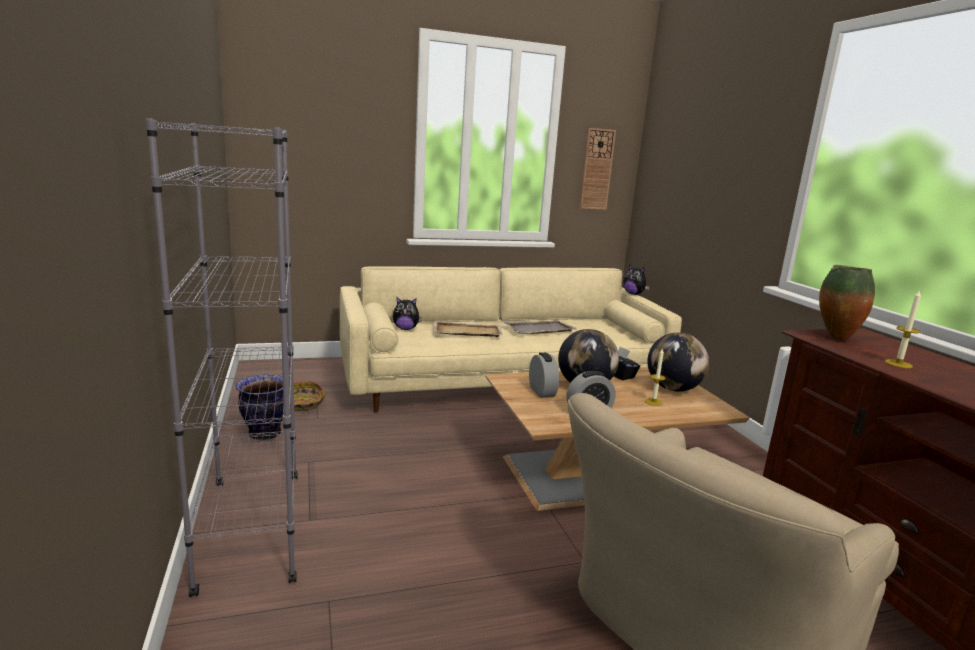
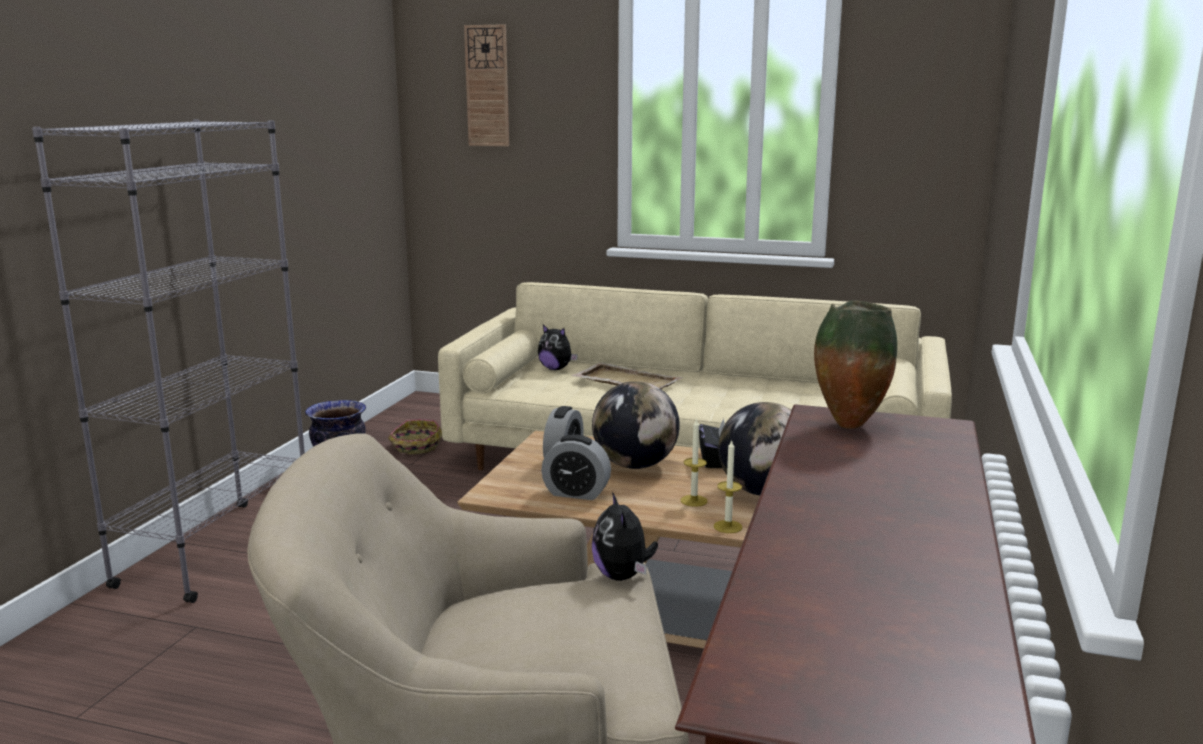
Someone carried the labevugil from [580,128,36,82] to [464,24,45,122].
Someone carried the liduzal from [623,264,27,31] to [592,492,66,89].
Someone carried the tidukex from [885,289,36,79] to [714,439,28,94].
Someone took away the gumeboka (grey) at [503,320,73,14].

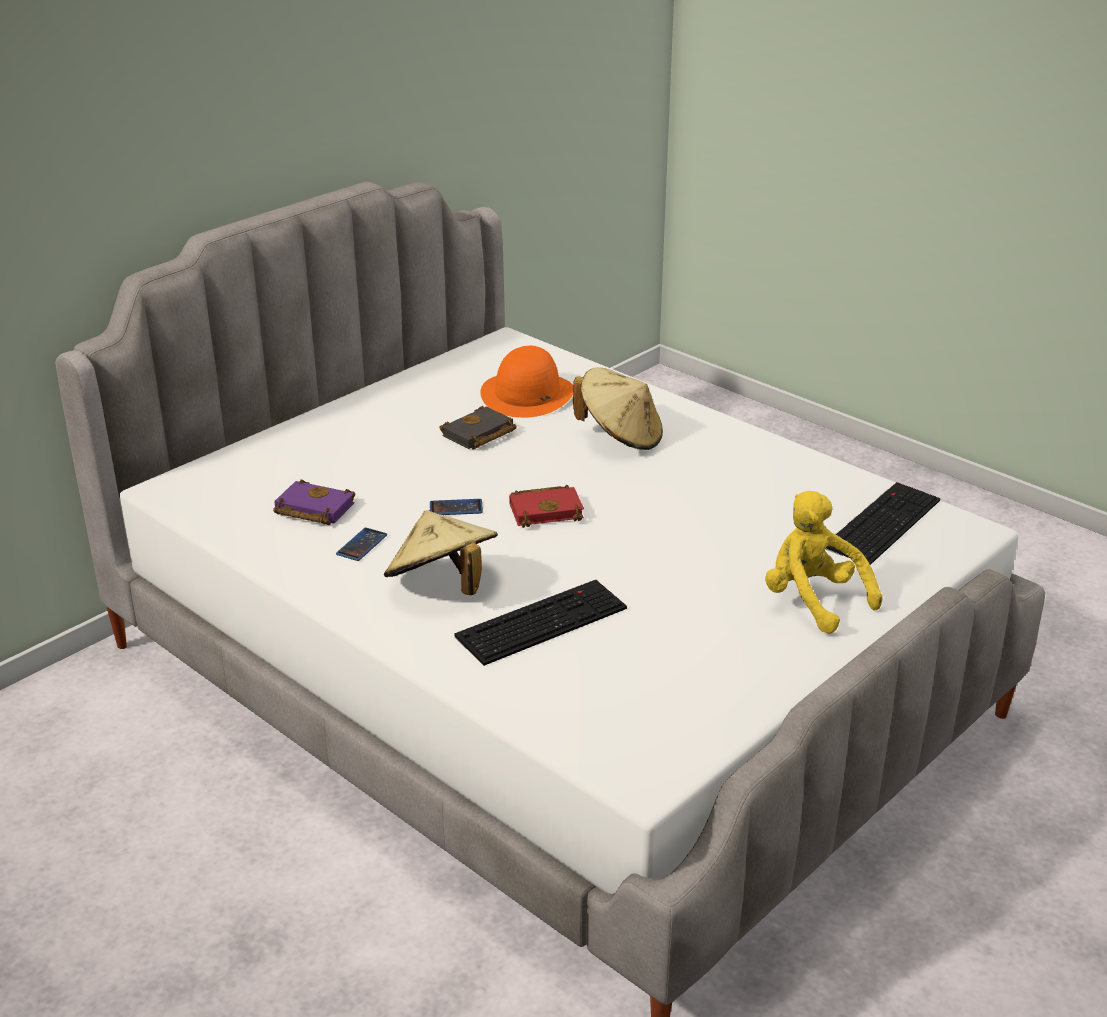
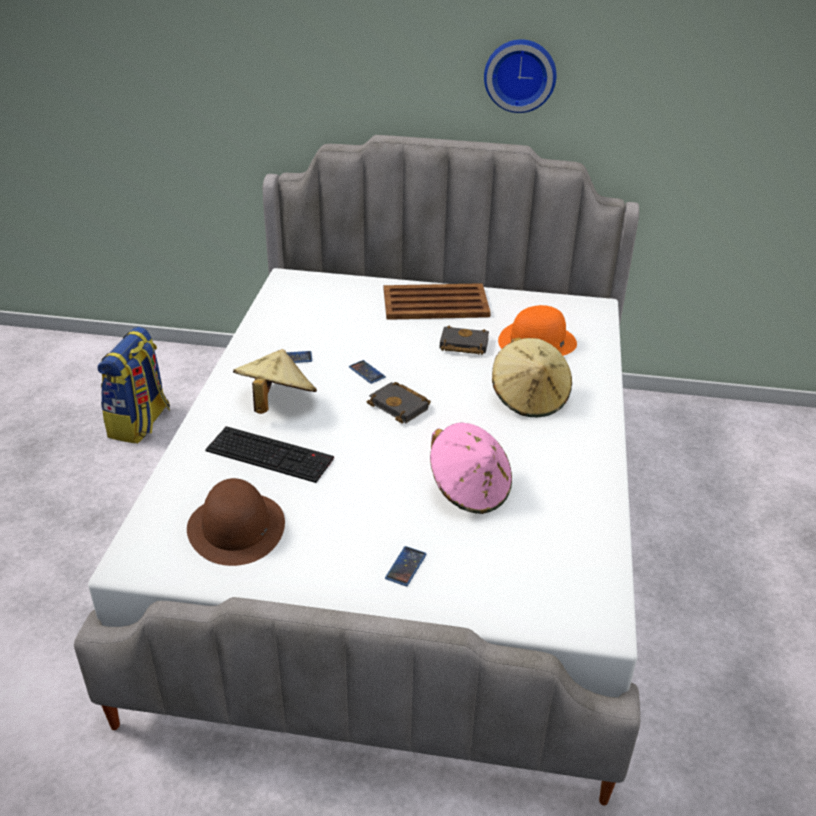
Someone put down the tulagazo at [97,327,73,117].
Someone put down the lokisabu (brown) at [187,478,98,88].
Someone repainted the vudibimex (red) at [509,485,75,43], which became the vudibimex (black) at [367,382,64,41].
Someone put down the gumeboka (brown) at [384,283,107,37].
Someone swapped the liduzal (yellow) at [765,491,118,143] for the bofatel at [385,546,42,40].
Someone put down the lokisabu (pink) at [430,423,82,91].
Someone put up the labevugil at [484,39,72,74].
Someone took away the vudibimex (purple) at [273,480,82,45].
Someone took away the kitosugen at [825,482,115,83].

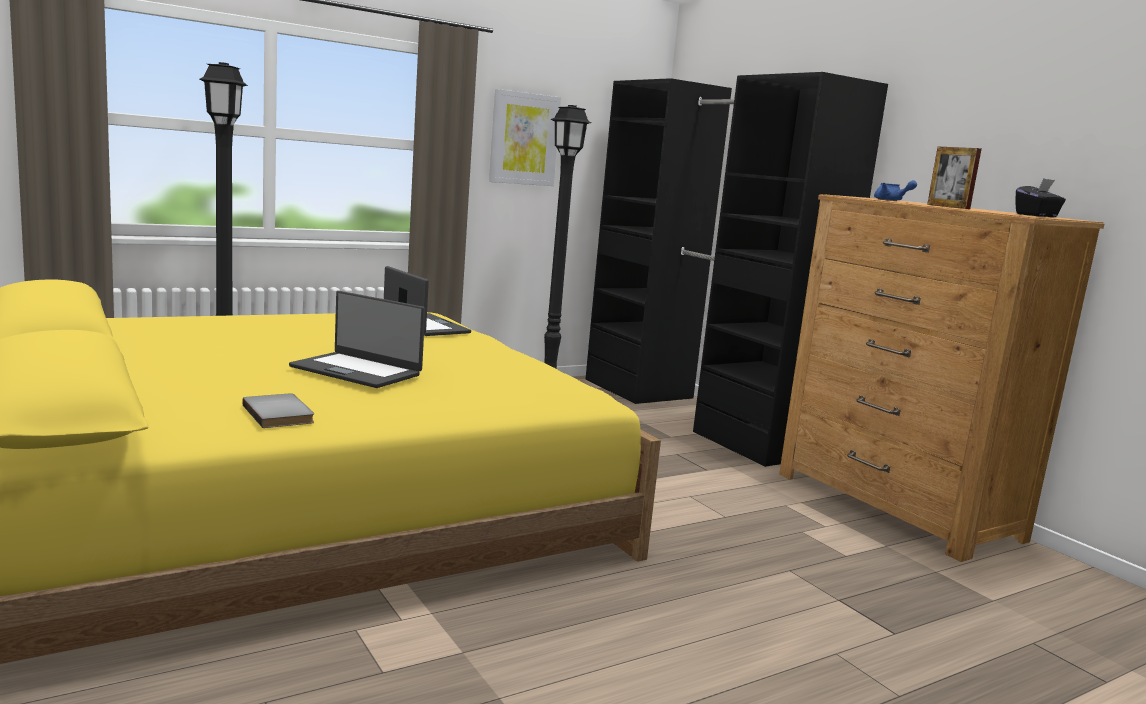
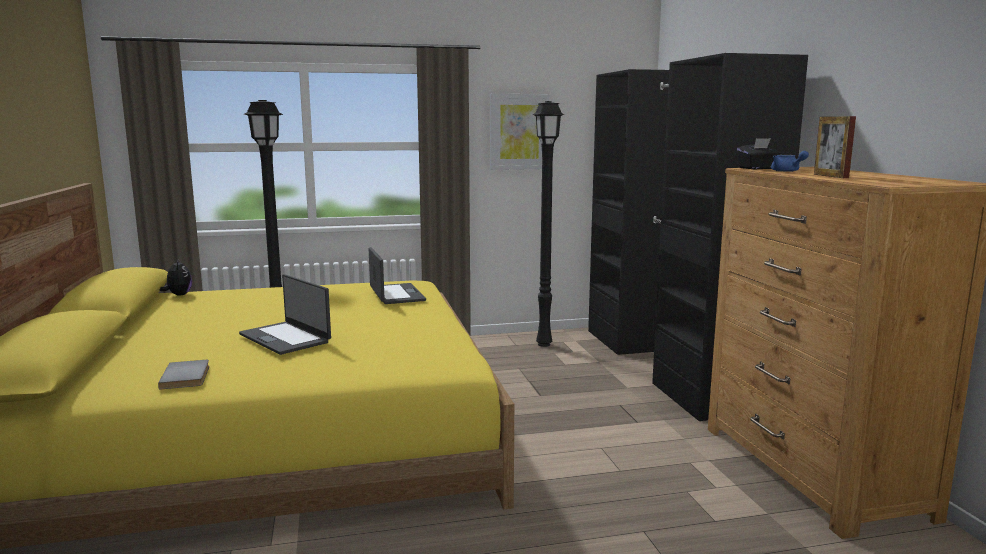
Someone put down the liduzal at [160,258,32,37].
Someone carried the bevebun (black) from [1015,179,51,38] to [737,138,46,31].

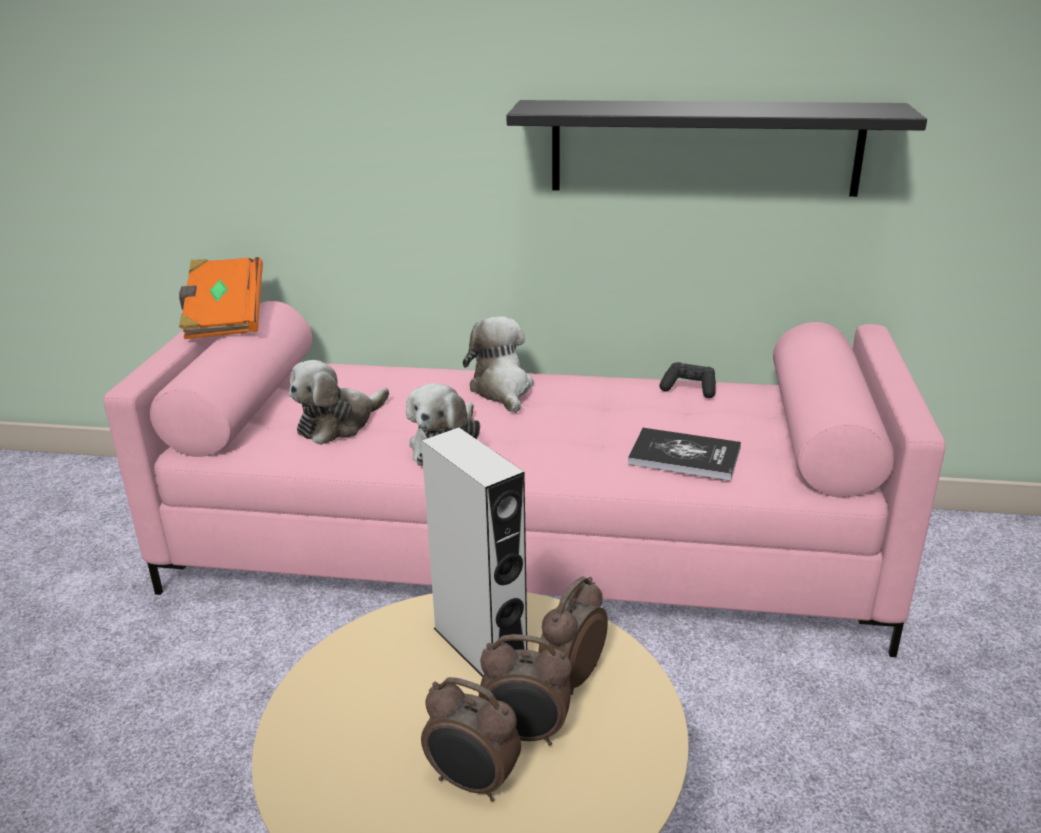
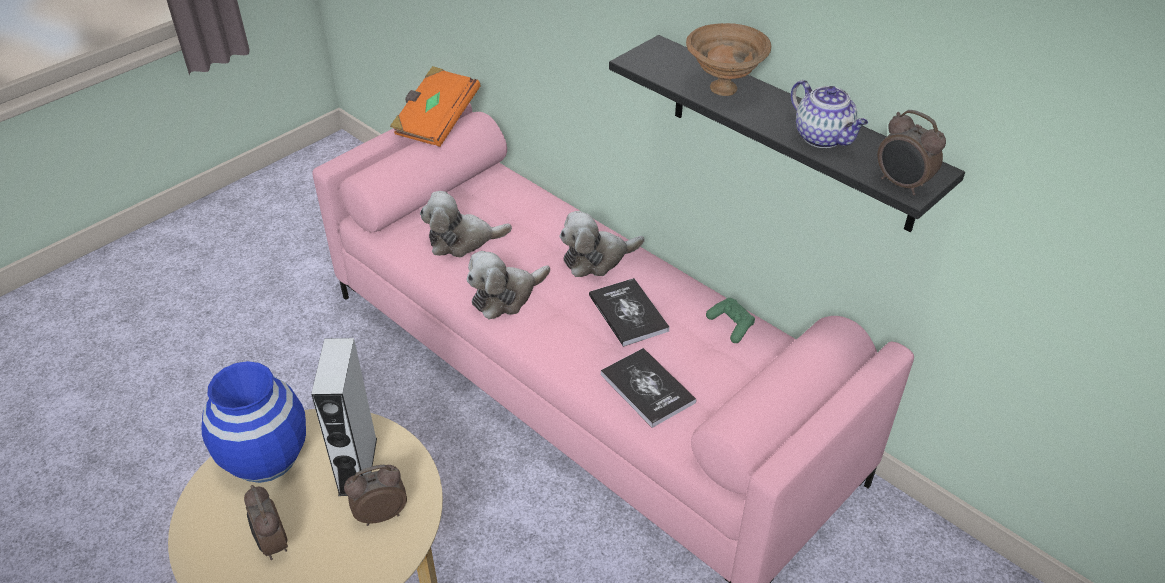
Someone put down the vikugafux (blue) at [201,361,105,122].
Someone rotated the liduzal at [463,317,70,96] by 135 degrees counterclockwise.
Someone put down the vudibimex at [589,278,81,69].
Someone put down the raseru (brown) at [686,23,86,73].
Someone repainted the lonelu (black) at [659,362,57,36], which became the lonelu (green) at [706,298,49,45].
Someone put down the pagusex at [791,80,77,68].
Someone carried the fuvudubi from [479,634,93,112] to [878,110,68,85].

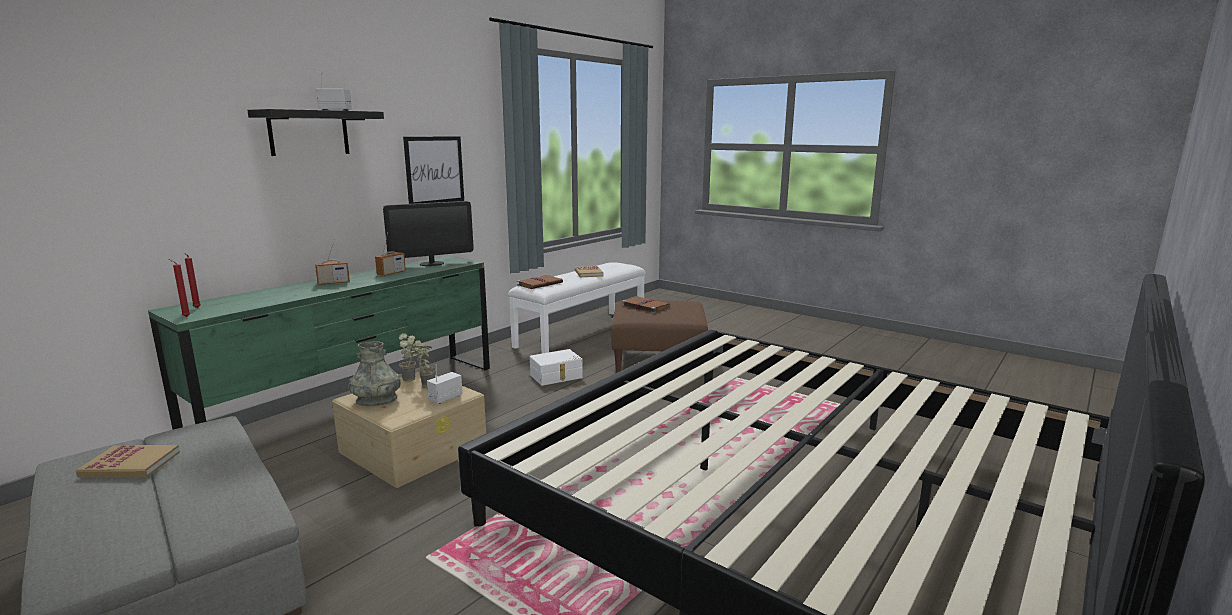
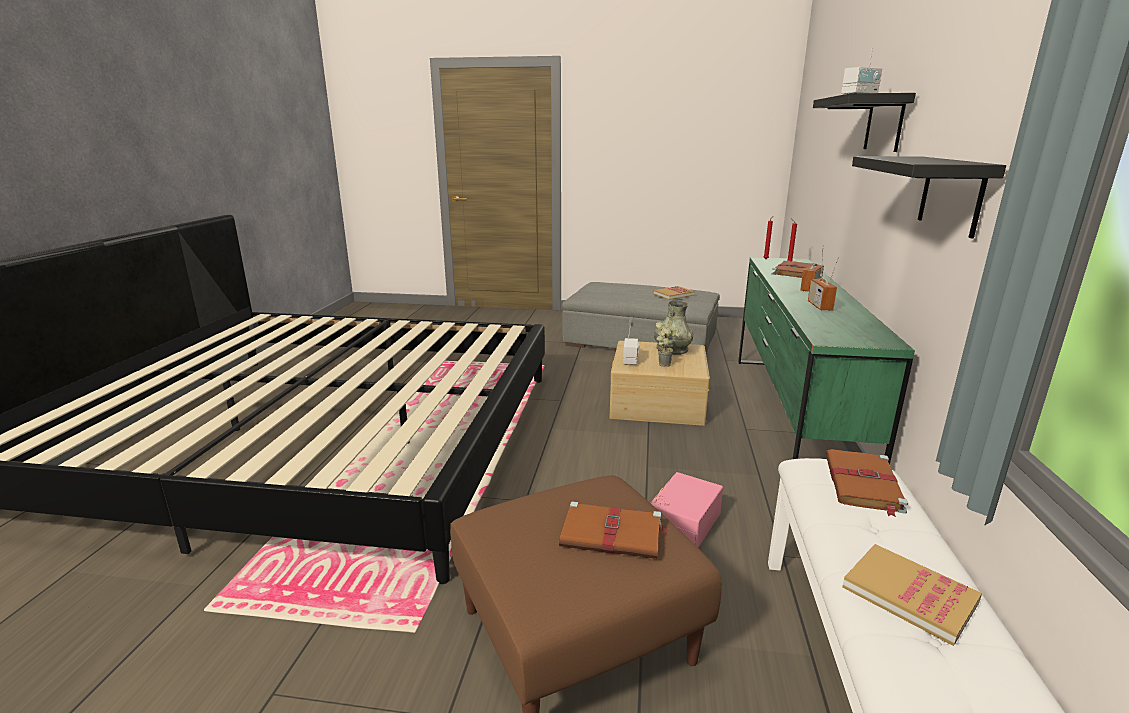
Someone repainted the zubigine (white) at [530,349,53,37], which became the zubigine (pink) at [650,472,73,75].
Someone put down the vudibimex (brown) at [771,260,41,18].
Someone swapped the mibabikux at [403,136,61,68] for the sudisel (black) at [852,156,154,83].
Someone took away the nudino at [383,201,90,65].
Someone took away the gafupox at [399,333,22,49].

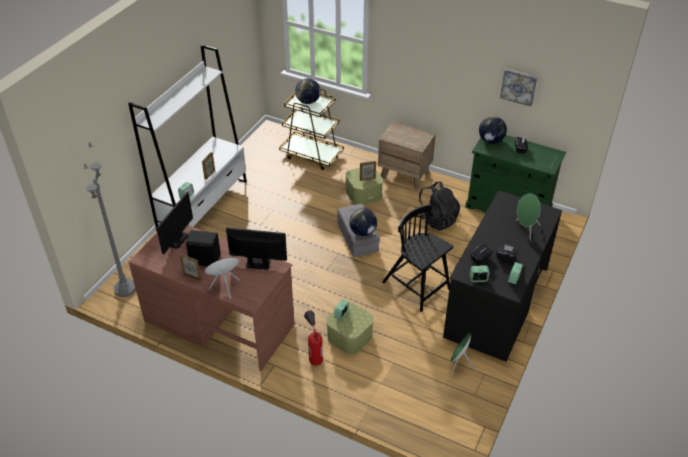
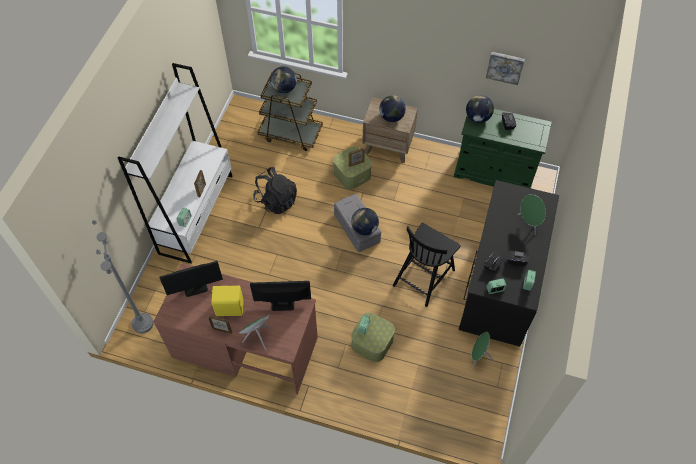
Someone rotated the nudino at [157,192,36,62] by 60 degrees clockwise.
Someone repainted the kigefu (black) at [186,230,35,36], which became the kigefu (yellow) at [211,286,33,30].
Someone carried the tulagazo (black) from [415,181,45,50] to [253,167,44,47].
Someone put down the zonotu at [379,95,27,27].
Someone rotated the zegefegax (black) at [382,204,72,108] by 90 degrees counterclockwise.
Someone took away the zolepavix at [304,310,19,56].

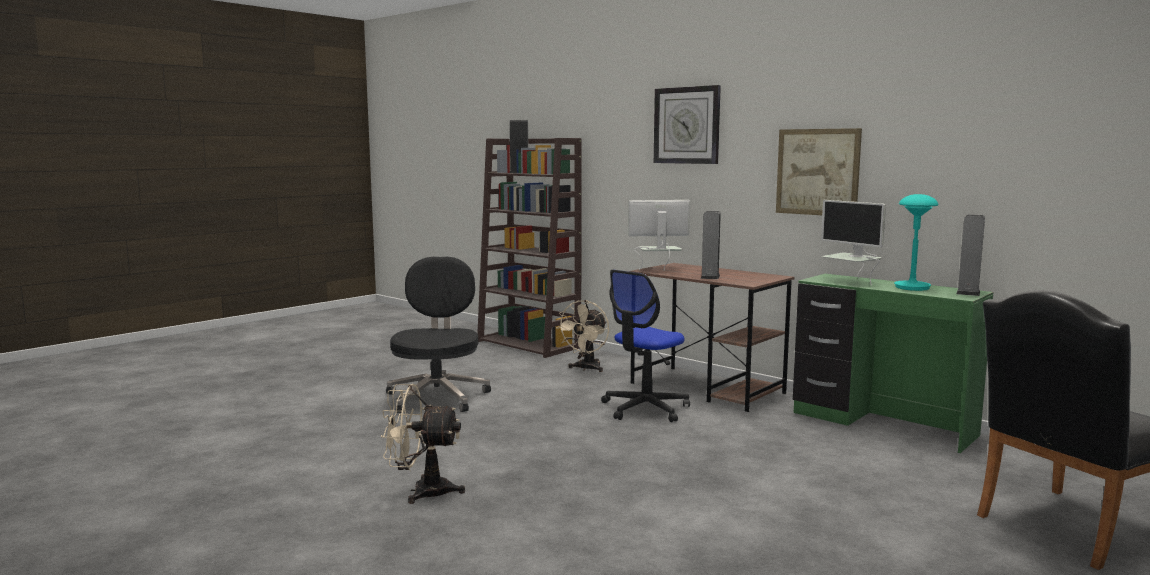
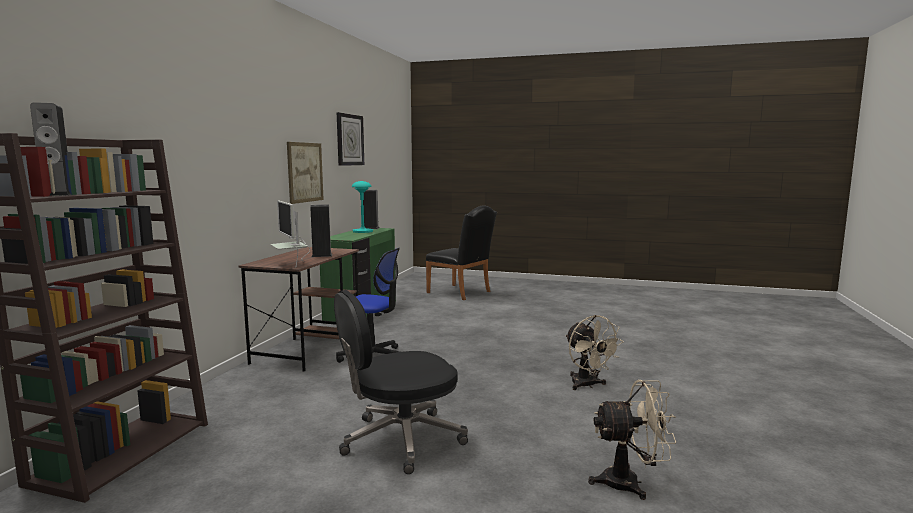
Someone carried the labevugil from [654,85,67,79] to [337,112,27,54].
Someone carried the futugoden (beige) from [556,300,53,72] to [588,380,89,120].
Someone took away the nudino at [821,200,65,85].

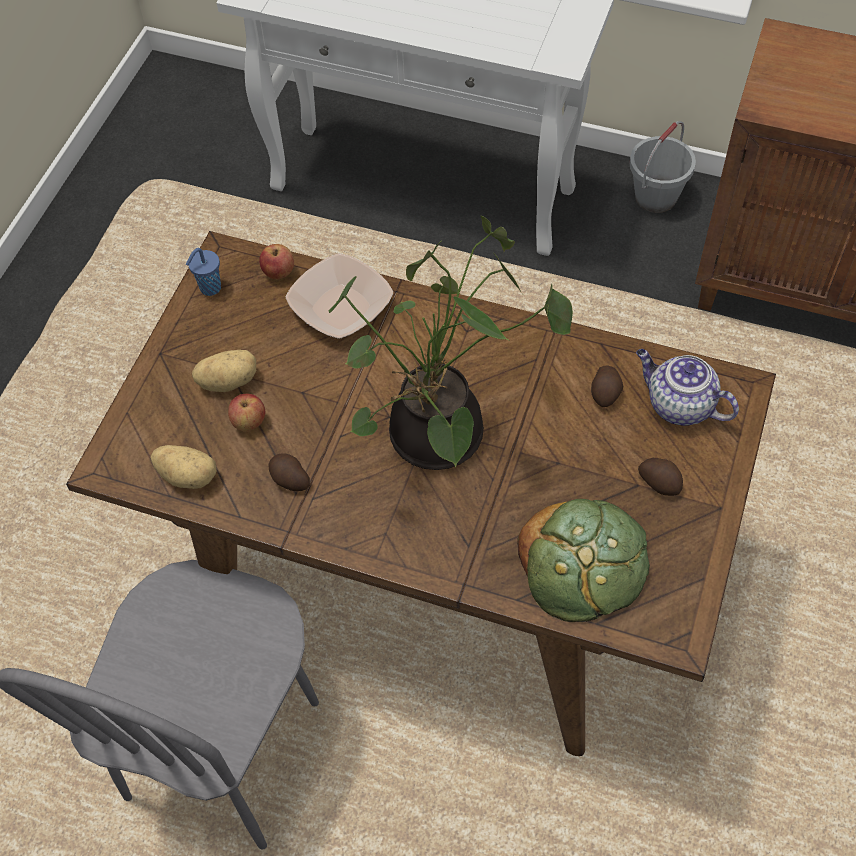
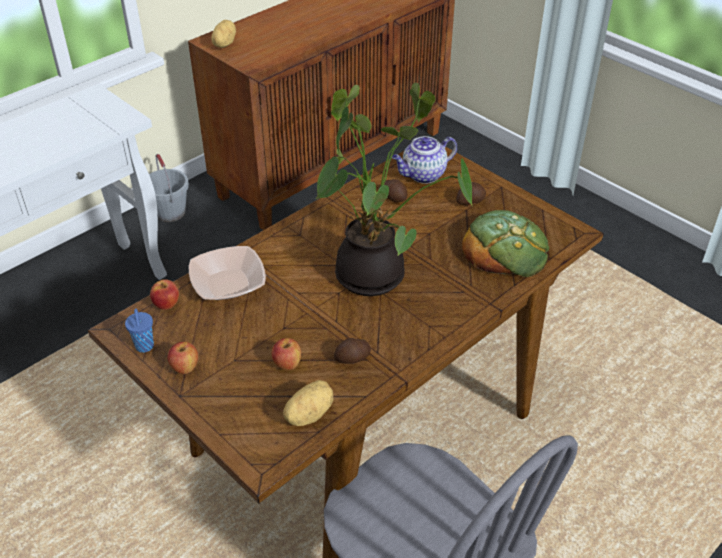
Someone put down the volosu at [168,342,30,32].
Someone carried the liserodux from [192,350,64,42] to [212,20,24,28].

